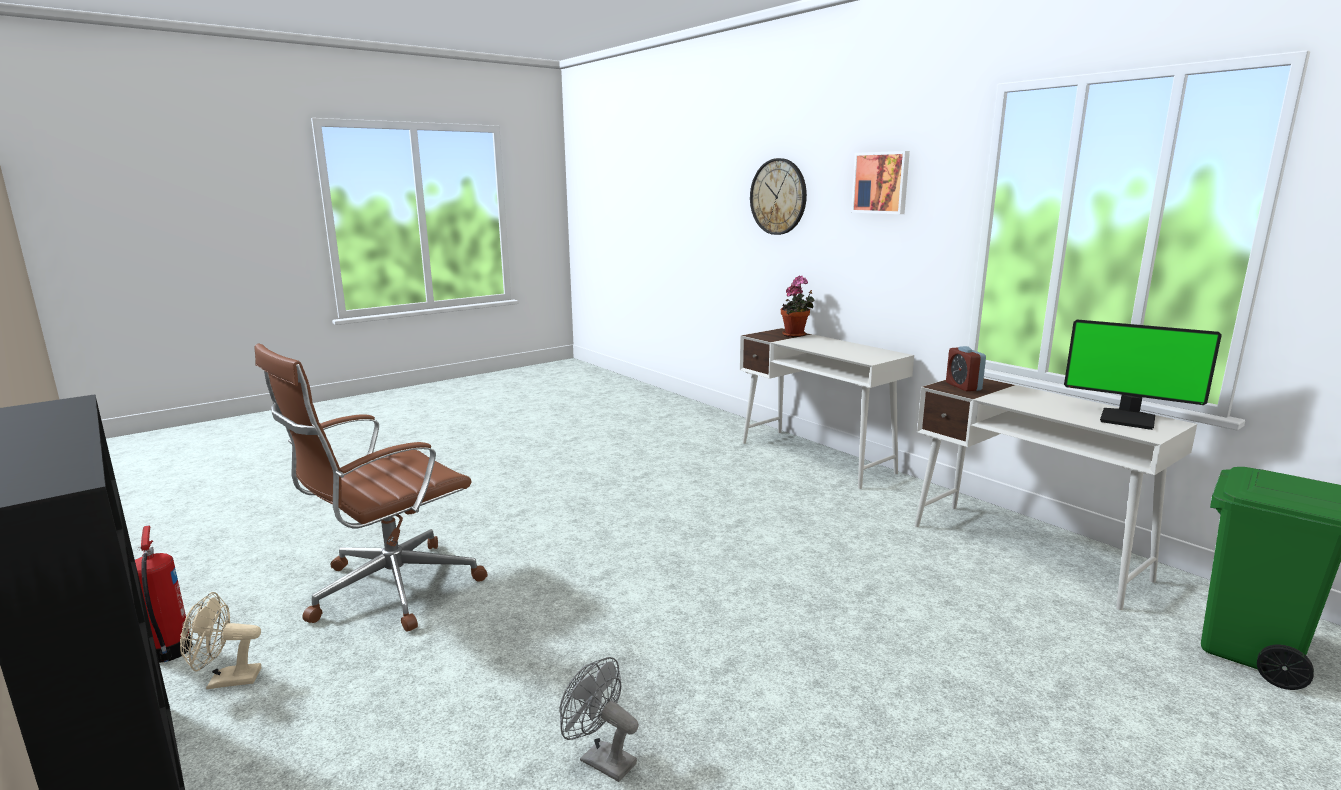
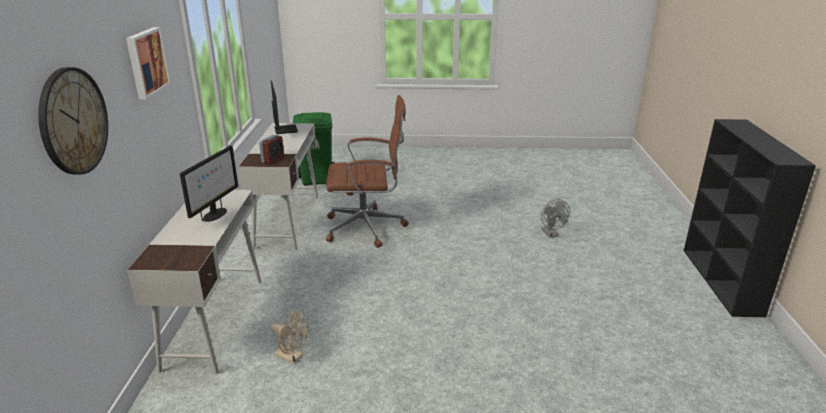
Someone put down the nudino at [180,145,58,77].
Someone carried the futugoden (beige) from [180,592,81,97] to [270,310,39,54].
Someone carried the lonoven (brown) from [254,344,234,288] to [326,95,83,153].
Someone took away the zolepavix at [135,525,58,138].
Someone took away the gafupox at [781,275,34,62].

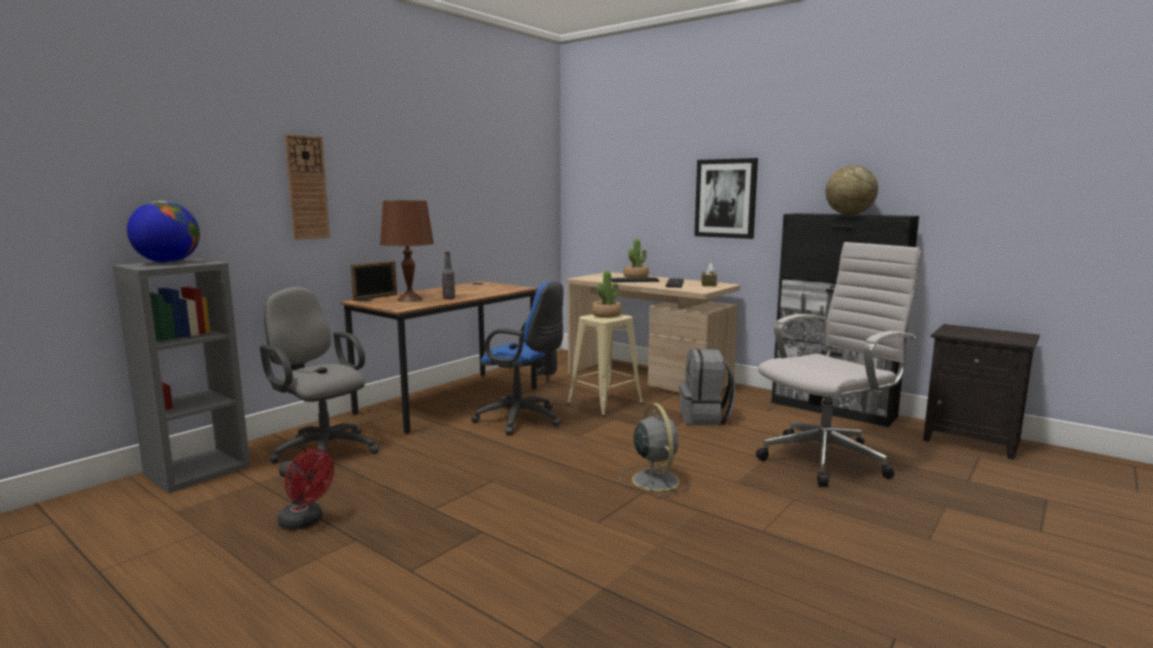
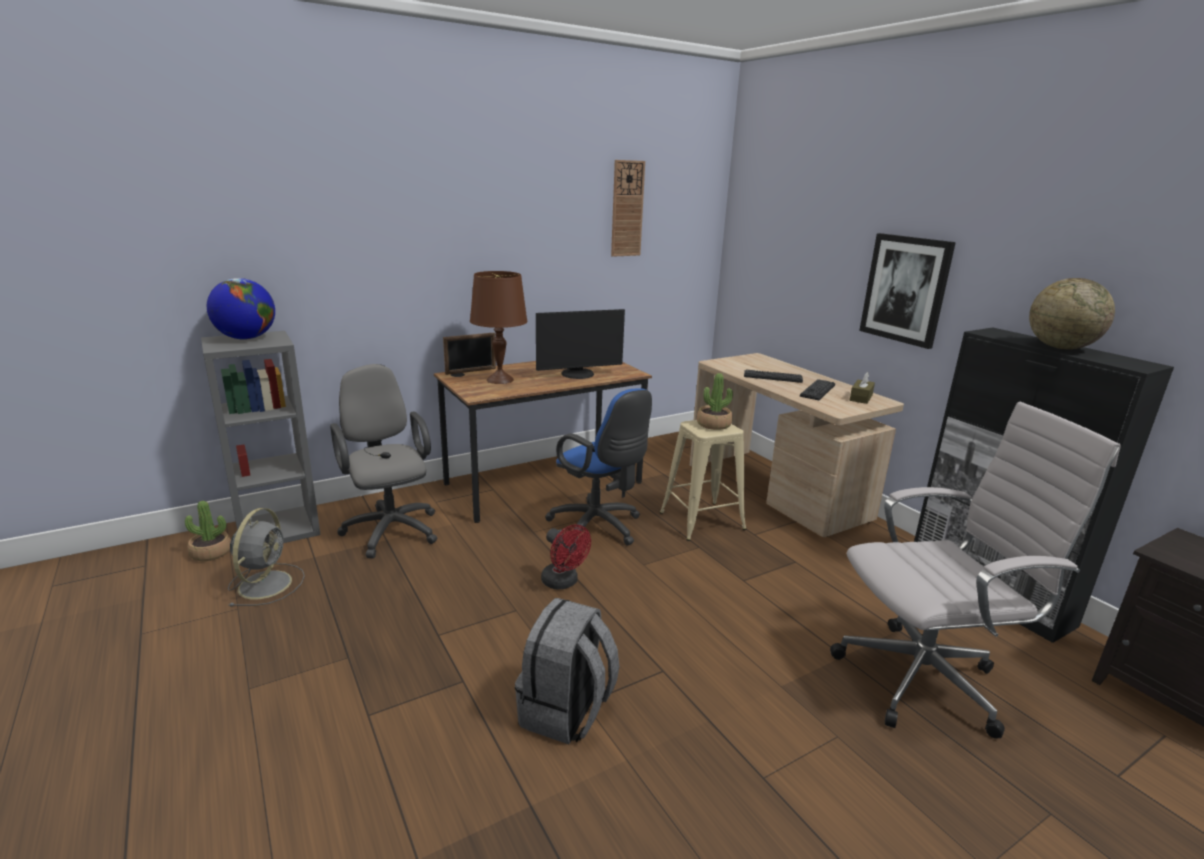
Someone carried the gafupox from [623,239,26,39] to [185,501,46,60].
Someone carried the futugoden (grey) from [619,403,72,95] to [228,508,77,99].
Someone carried the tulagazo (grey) from [679,349,57,76] to [515,598,104,146].
Someone put down the nudino at [536,309,89,70].
Someone carried the futugoden (red) from [277,448,57,82] to [541,524,50,65].
Someone carried the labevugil from [285,134,45,106] to [611,160,34,97].
Someone took away the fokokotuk at [442,252,13,47].

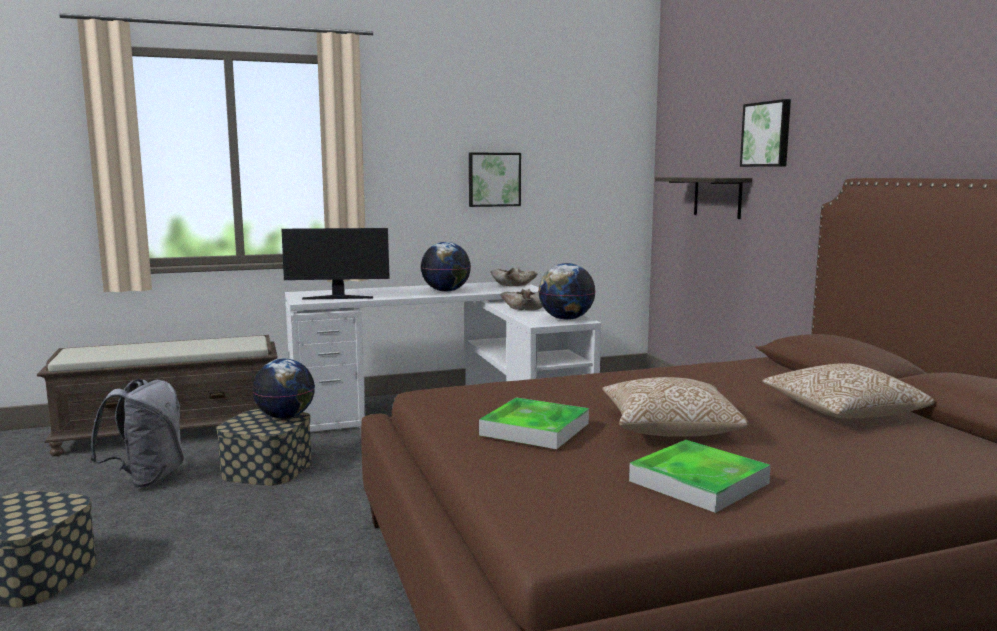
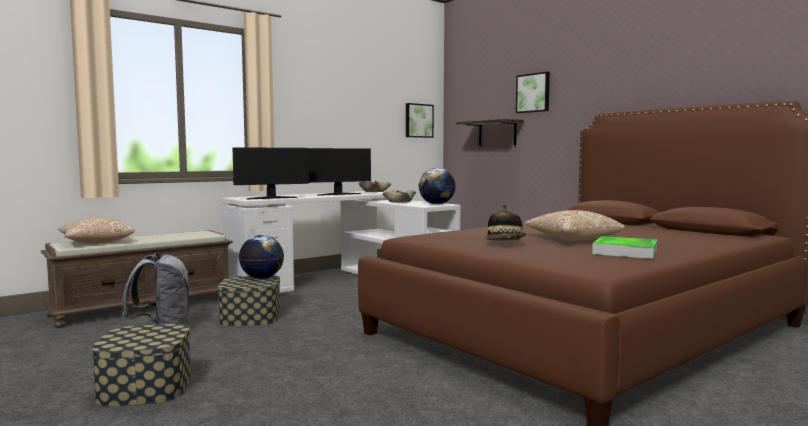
Someone carried the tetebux from [762,363,173,56] to [58,217,77,26].
Someone swapped the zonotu at [421,242,50,50] for the nudino at [308,148,63,48].
Someone carried the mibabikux from [469,152,52,55] to [406,103,28,35].
Someone swapped the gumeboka at [479,397,110,52] for the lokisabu at [485,205,41,35].

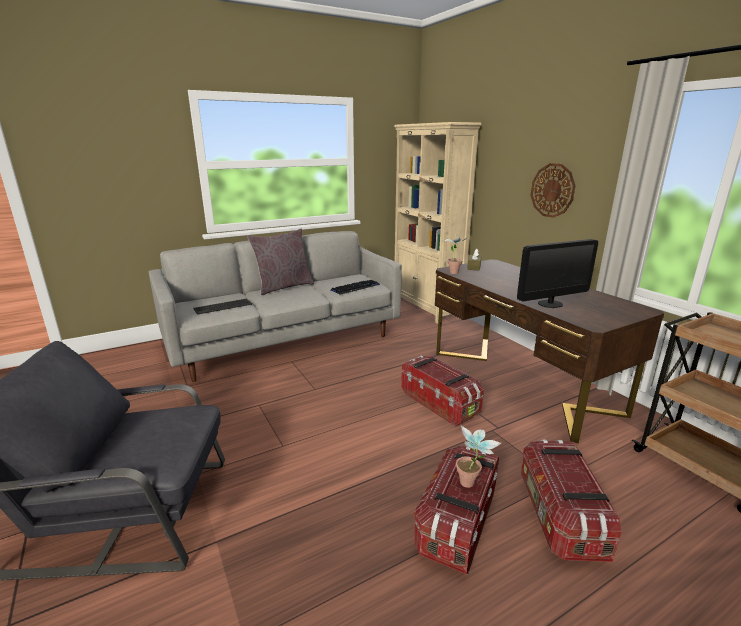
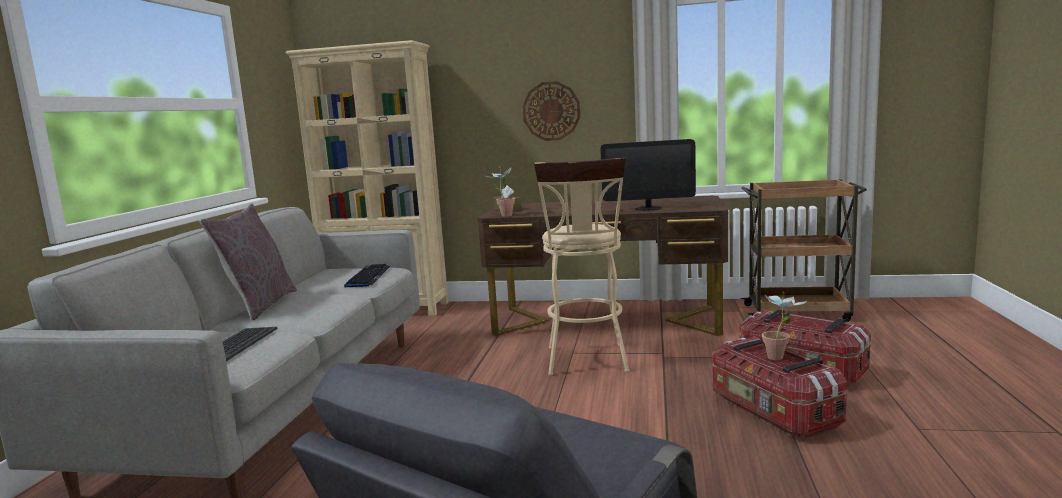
Someone swapped the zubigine at [401,356,83,71] for the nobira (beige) at [534,157,96,219].
Someone rotated the nudino at [517,239,81,69] by 75 degrees clockwise.

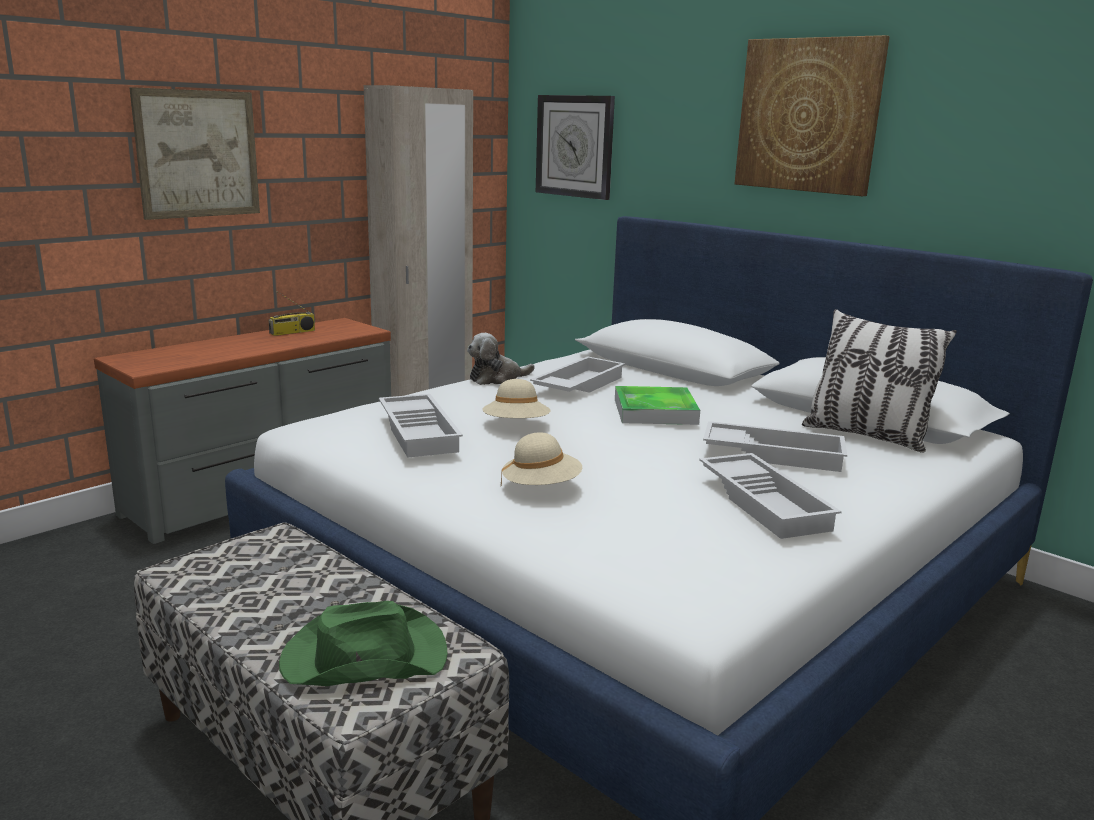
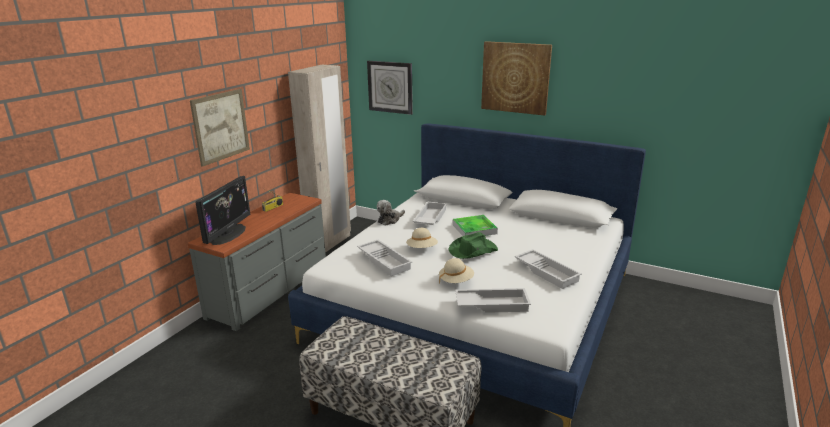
Someone put down the nudino at [195,176,56,69].
Someone carried the lokisabu (green) from [279,601,169,85] to [448,232,50,27].
Someone carried the gumeboka (white) from [703,421,144,51] to [455,288,76,25].
Someone took away the tetebux at [802,309,155,144].

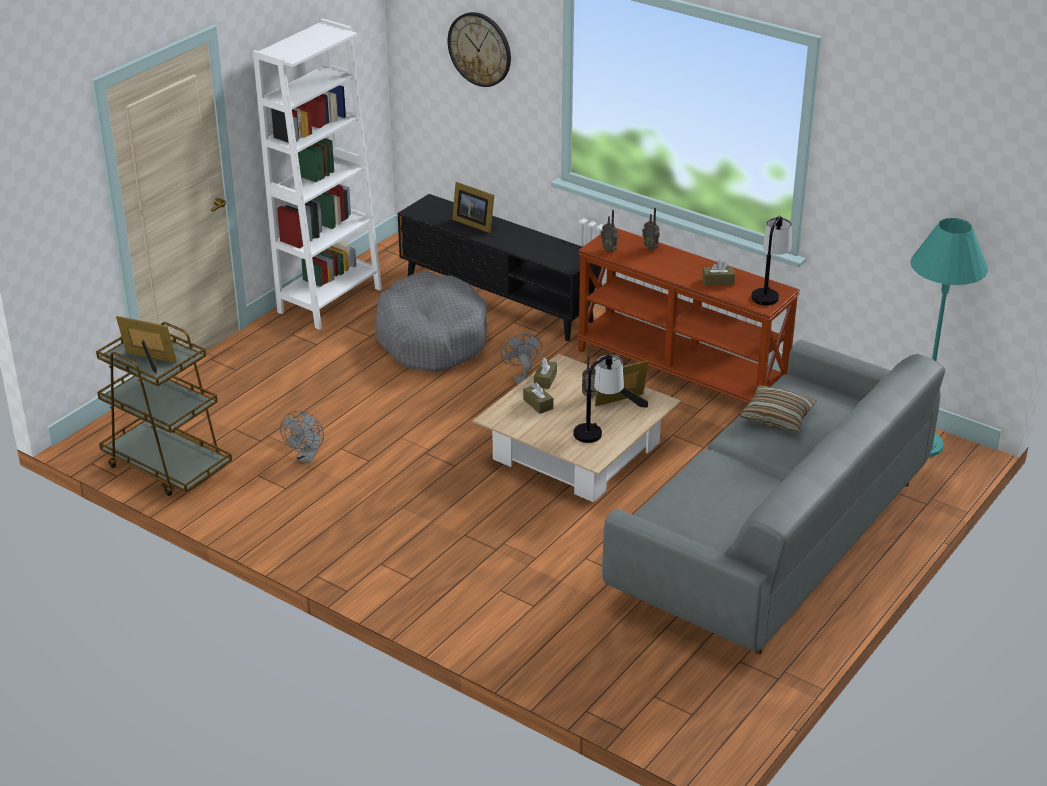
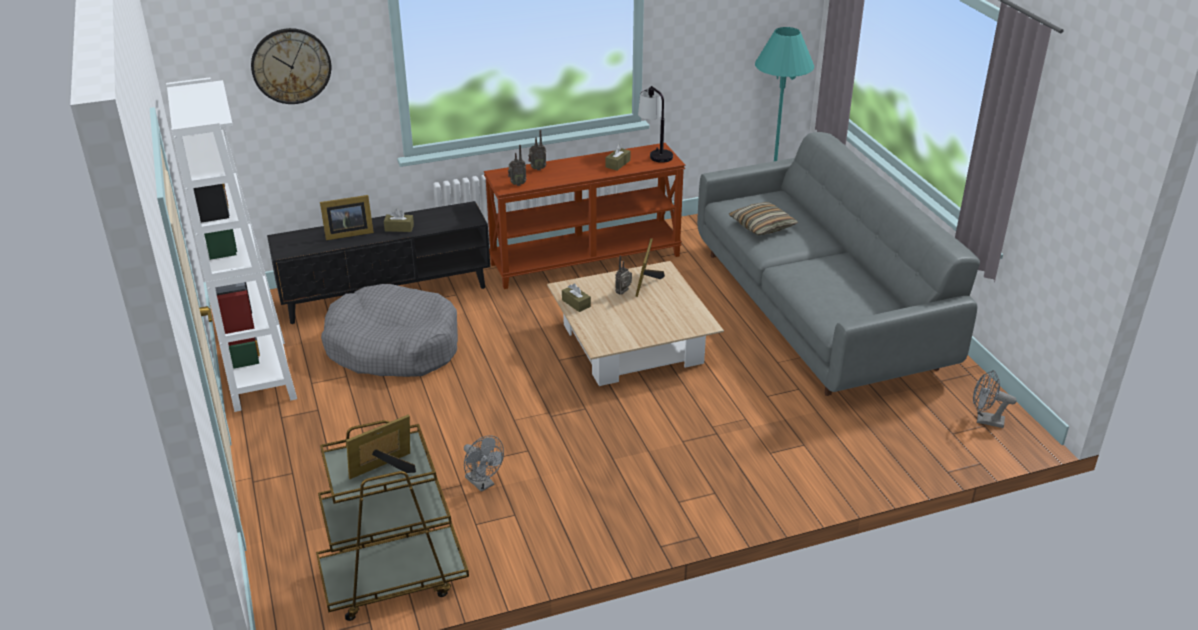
Someone carried the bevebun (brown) from [523,382,30,32] to [384,209,30,23].
Someone carried the futugoden (grey) from [500,334,42,51] to [973,370,44,58].
Someone took away the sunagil at [573,354,51,89].

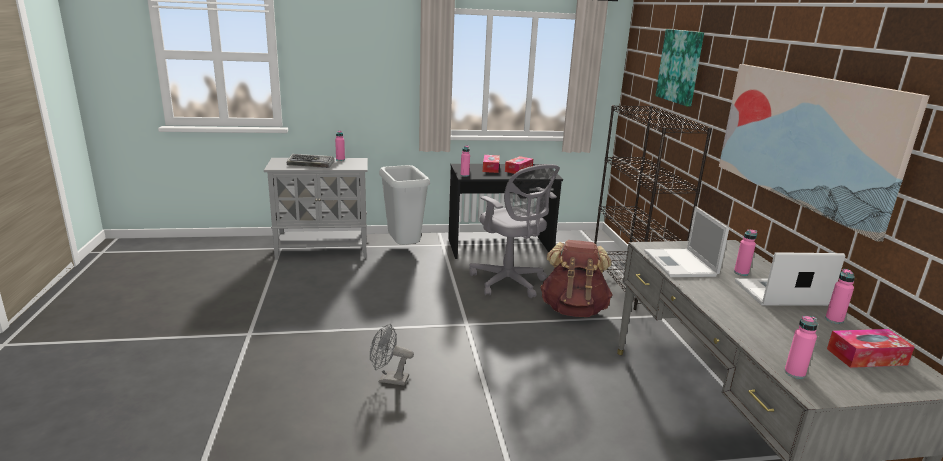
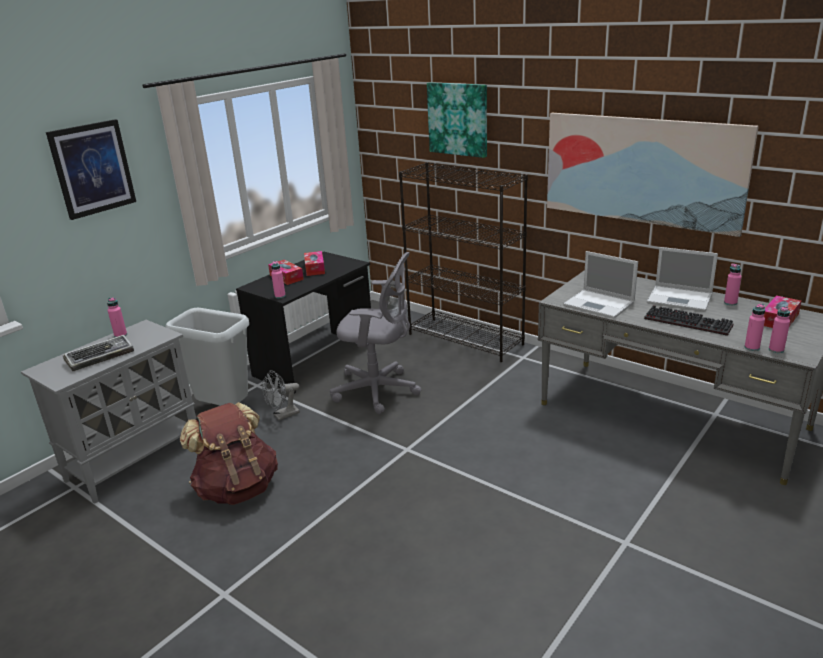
Someone put up the mibabikux at [46,119,90,101].
Someone carried the tulagazo (brown) from [541,240,72,77] to [180,402,98,103].
Someone carried the futugoden (grey) from [370,324,44,62] to [262,370,38,50].
Someone put down the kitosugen at [644,305,89,31].
Someone rotated the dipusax at [735,252,111,54] by 105 degrees counterclockwise.
Someone carried the fokokotuk (pink) from [734,229,23,47] to [745,304,20,47].

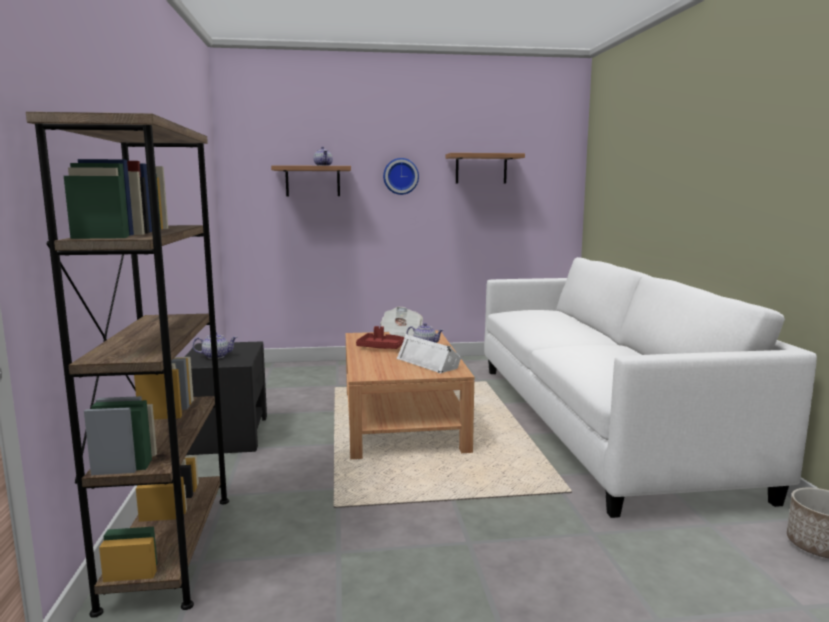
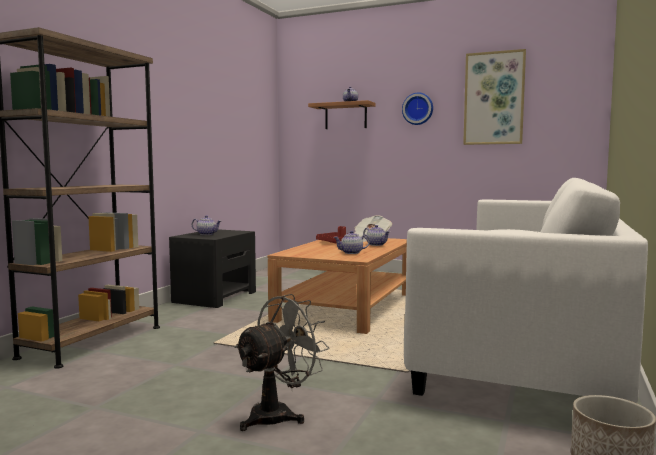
Someone put down the futugoden (grey) at [234,294,96,137].
Someone swapped the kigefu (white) at [397,334,64,39] for the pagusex at [334,231,36,23].
Someone swapped the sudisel at [446,153,79,30] for the mibabikux at [463,49,63,96].

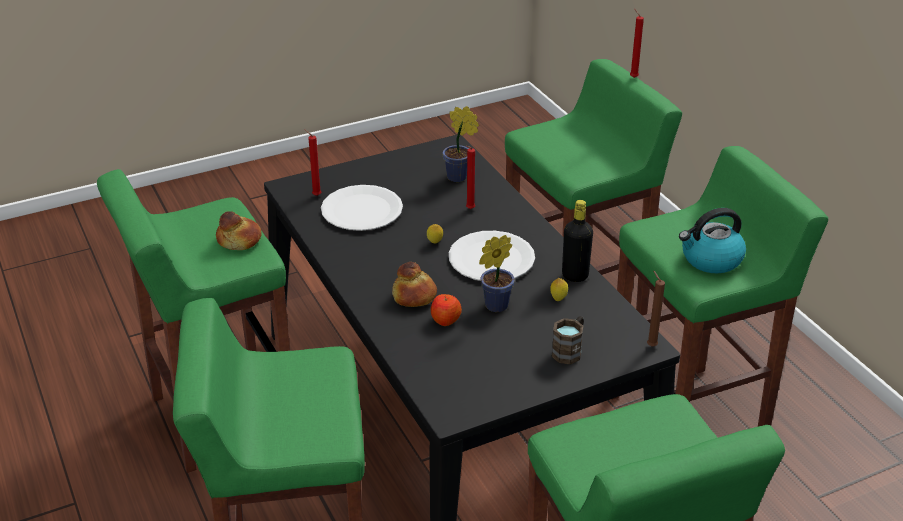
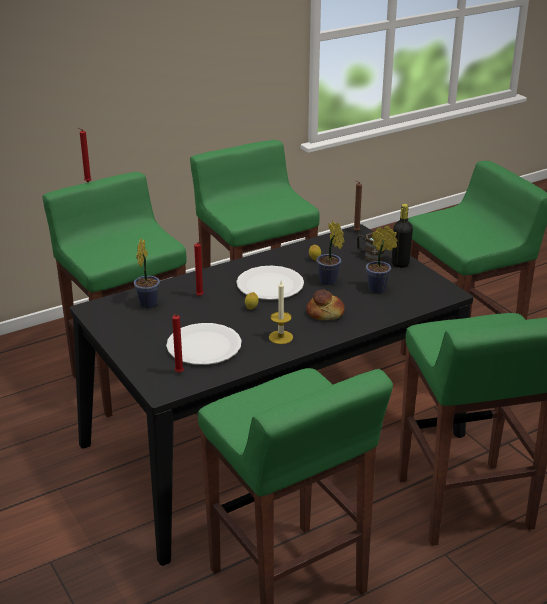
Someone put down the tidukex at [269,281,24,63].
Someone put down the gafupox at [366,226,32,67].
Someone carried the fokokotuk (black) from [562,200,31,82] to [392,204,21,64].
Someone took away the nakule at [216,211,45,39].
Someone took away the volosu at [431,294,31,32].
Someone took away the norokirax at [679,208,67,66].

